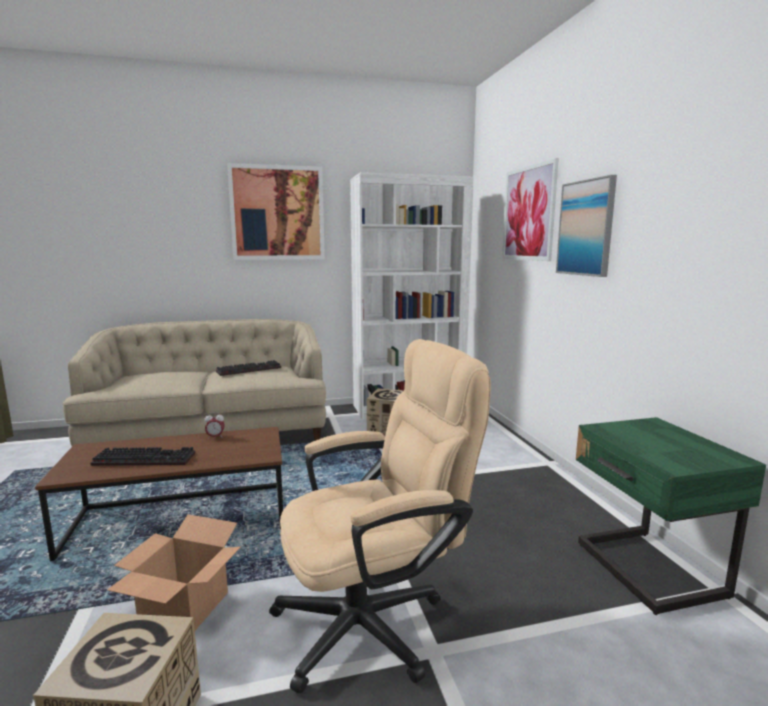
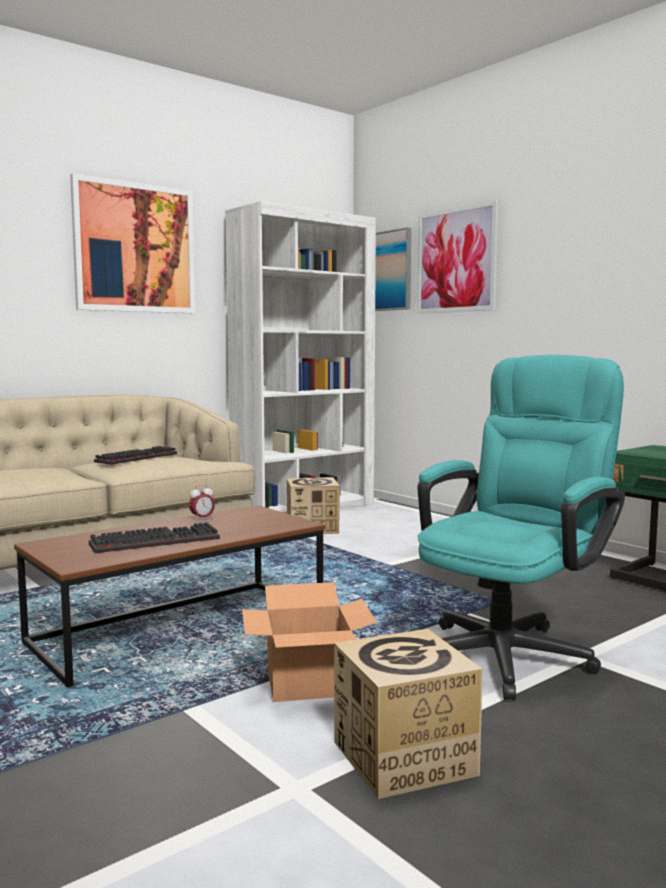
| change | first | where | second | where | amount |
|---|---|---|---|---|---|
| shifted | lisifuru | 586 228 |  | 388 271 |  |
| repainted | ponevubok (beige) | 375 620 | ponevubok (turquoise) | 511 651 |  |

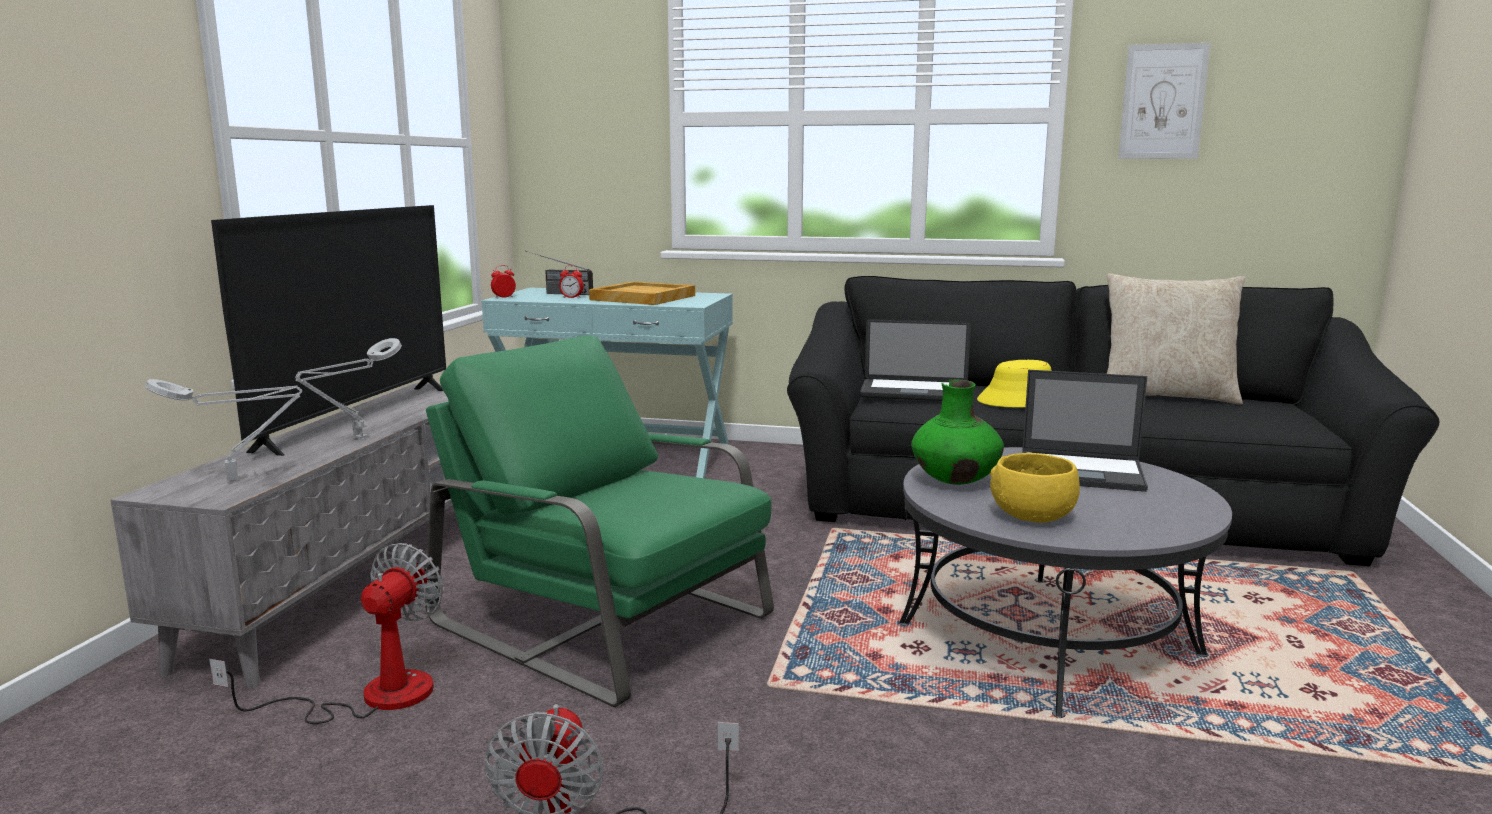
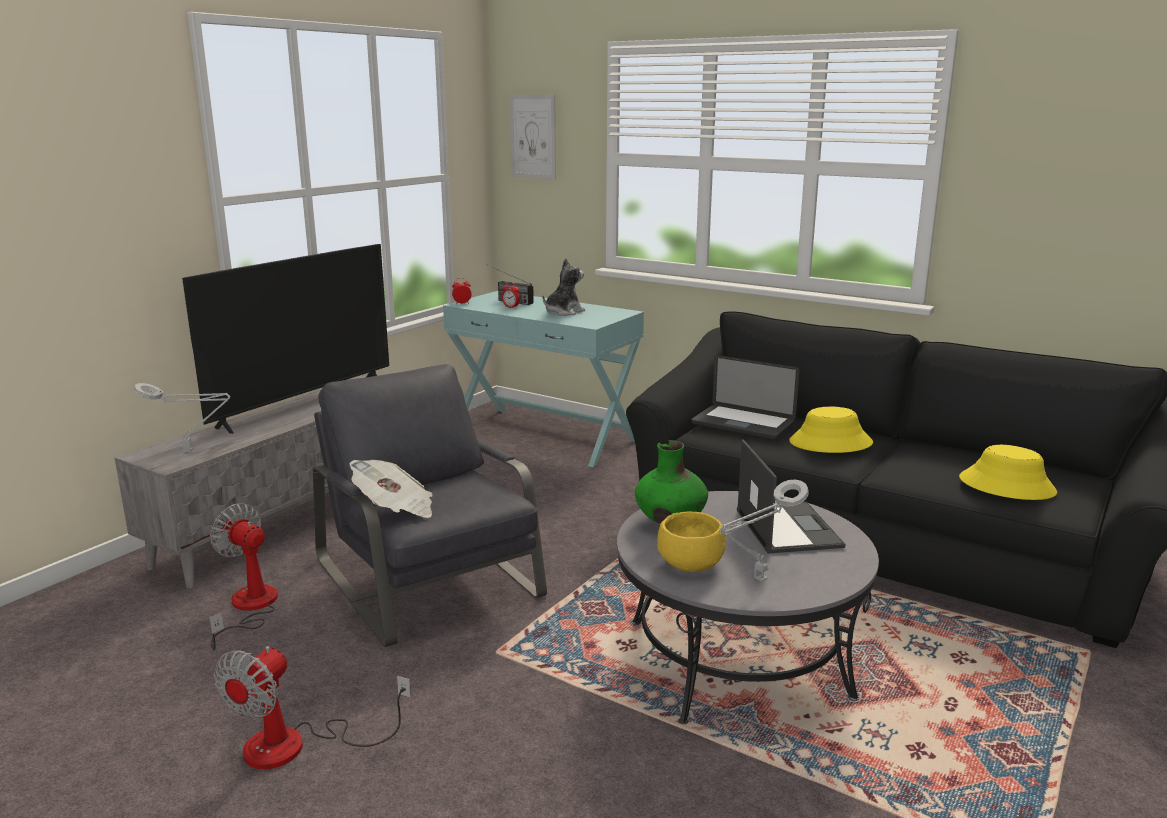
| change | first | where | second | where | amount |
|---|---|---|---|---|---|
| rotated | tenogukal | 371 697 |  | 249 608 | 90 degrees counterclockwise |
| repainted | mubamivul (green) | 606 619 | mubamivul (grey) | 429 578 |  |
| new |  |  | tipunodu | 395 509 |  |
| shifted | lisifuru | 1163 102 |  | 533 136 |  |
| swapped | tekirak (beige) | 642 298 | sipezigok | 563 312 |  |
| shifted | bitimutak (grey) | 357 439 |  | 758 580 |  |
| rotated | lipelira | 1082 472 |  | 787 527 | 135 degrees counterclockwise |
| new |  |  | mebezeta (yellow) | 1007 485 |  |
| gone | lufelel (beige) | 1166 396 |  |  |  |

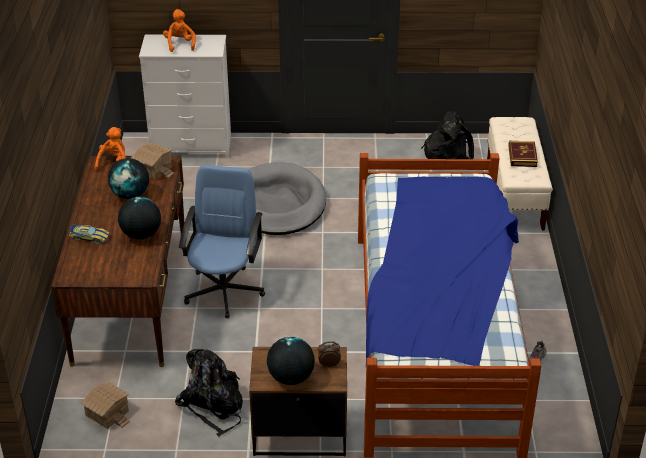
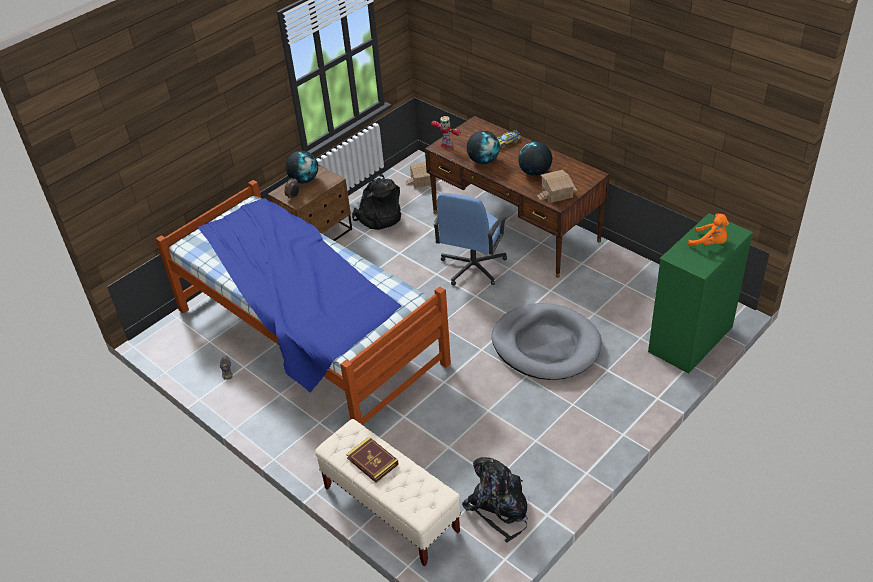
| change | first | where | second | where | amount |
|---|---|---|---|---|---|
| new |  |  | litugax | 446 145 |  |
| rotated | ponevubok (blue) | 224 290 |  | 472 267 | 60 degrees clockwise |
| repainted | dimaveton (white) | 192 145 | dimaveton (green) | 690 339 |  |
| gone | sipezigok (orange) | 114 163 |  |  |  |

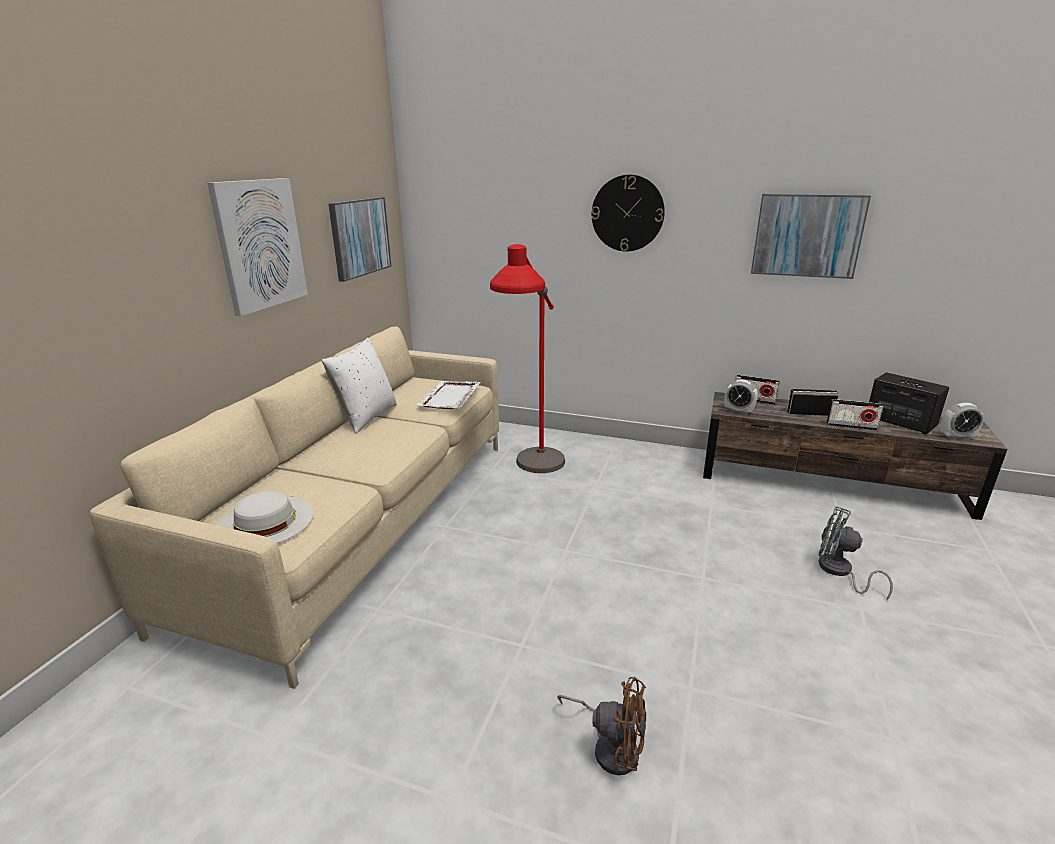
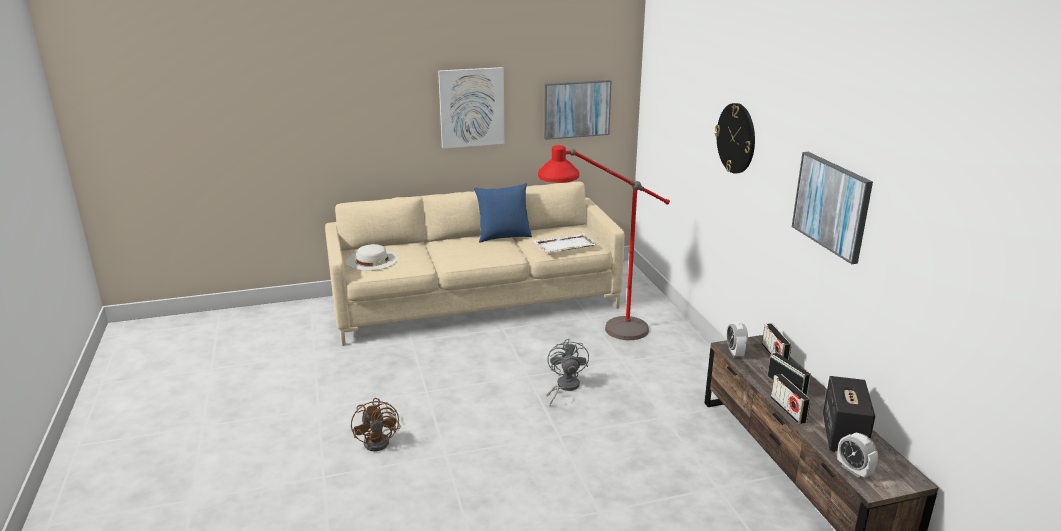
| change | first | where | second | where | amount |
|---|---|---|---|---|---|
| repainted | lufelel (white) | 366 417 | lufelel (blue) | 503 236 |  |
| shifted | tenogukal (grey) | 839 572 |  | 564 387 |  |

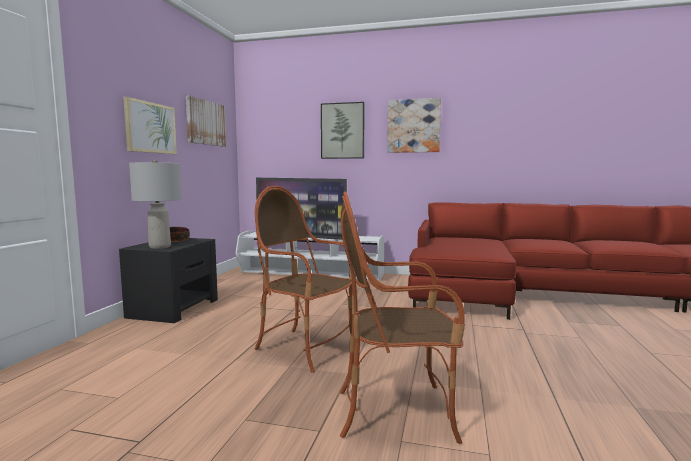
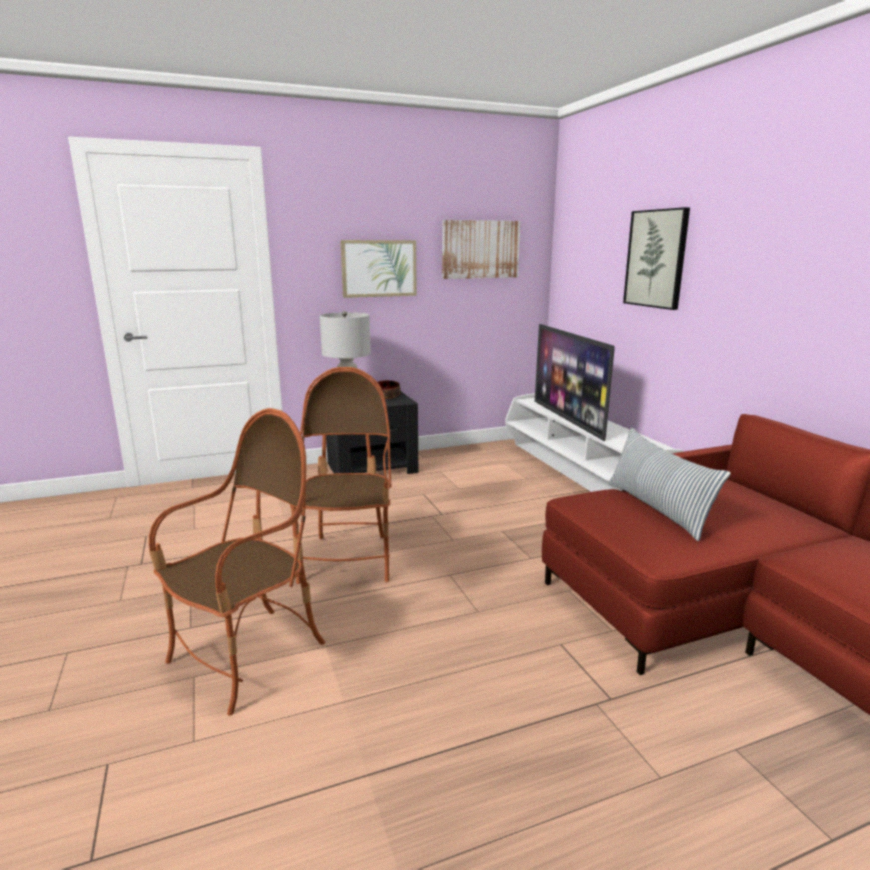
| change | first | where | second | where | amount |
|---|---|---|---|---|---|
| rotated | mubamivul | 396 411 |  | 248 657 | 75 degrees clockwise |
| new |  |  | lufelel | 657 509 |  |
| gone | lisifuru | 413 126 |  |  |  |

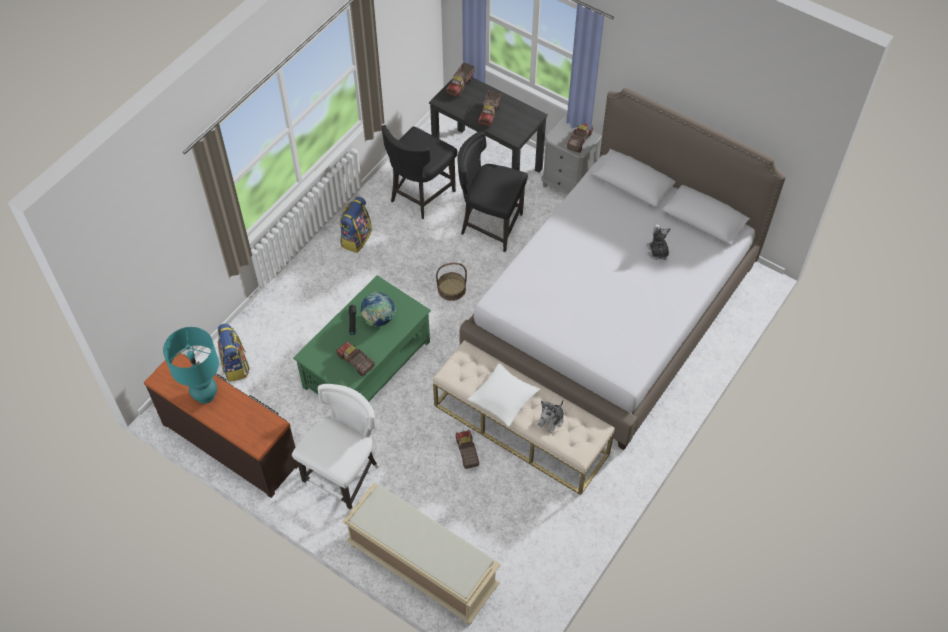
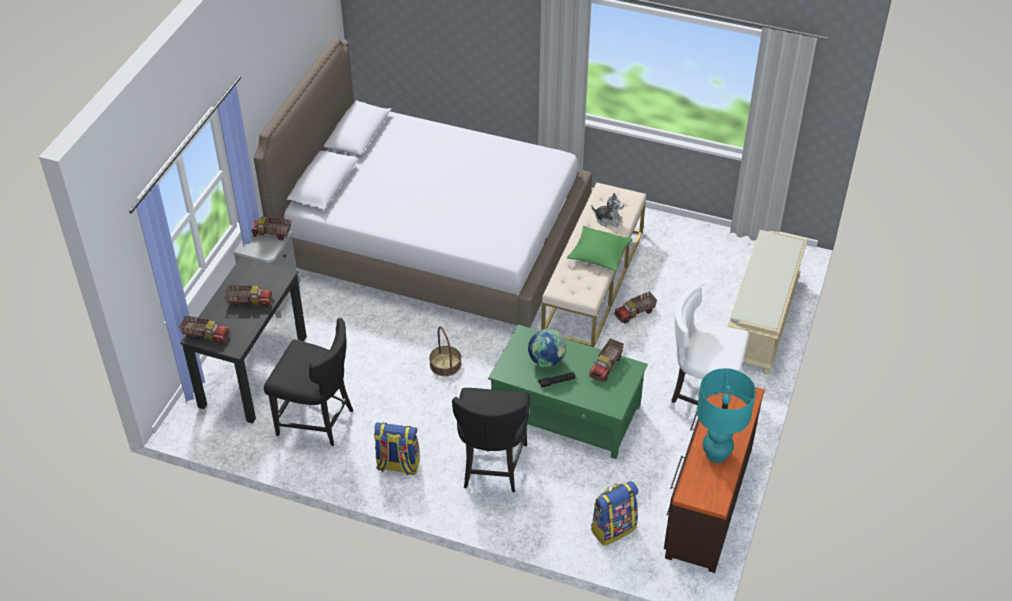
| change | first | where | second | where | amount |
|---|---|---|---|---|---|
| shifted | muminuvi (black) | 490 225 |  | 492 466 |  |
| repainted | lufelel (white) | 503 398 | lufelel (green) | 599 254 |  |
| gone | sipezigok | 657 252 |  |  |  |

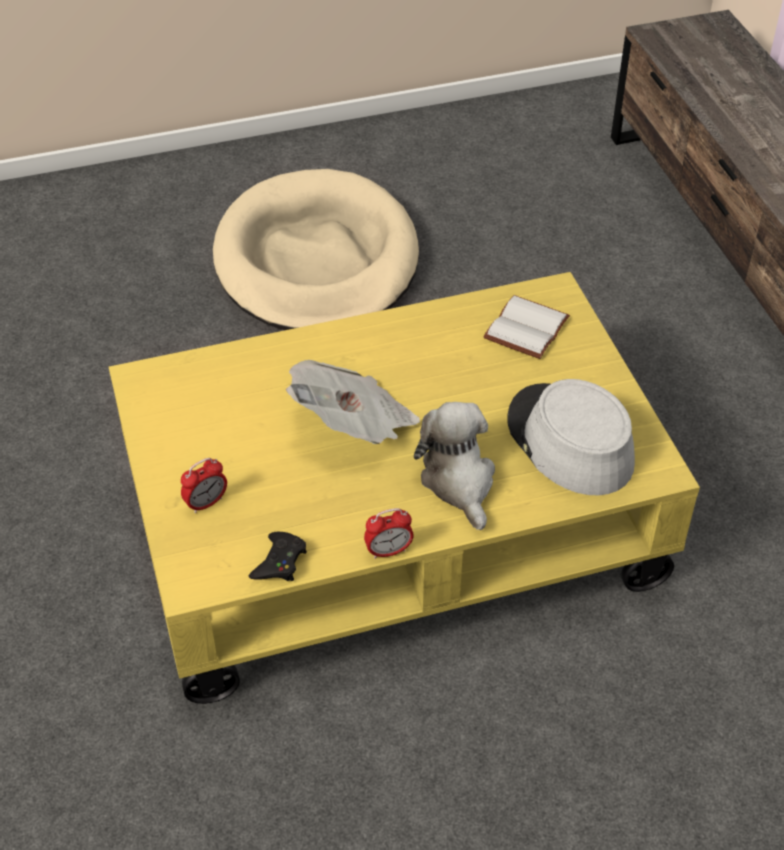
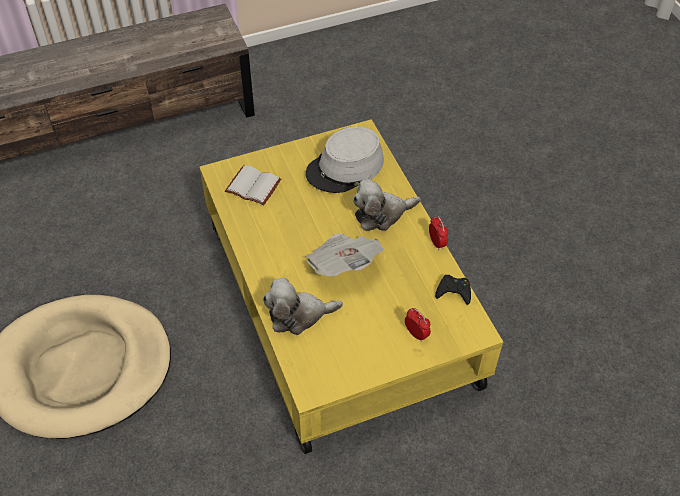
| change | first | where | second | where | amount |
|---|---|---|---|---|---|
| new |  |  | sipezigok | 298 315 |  |

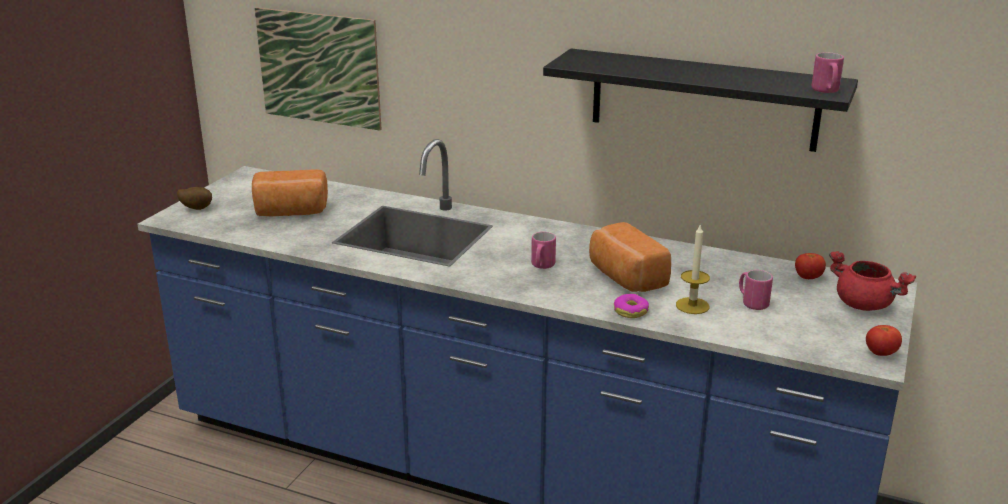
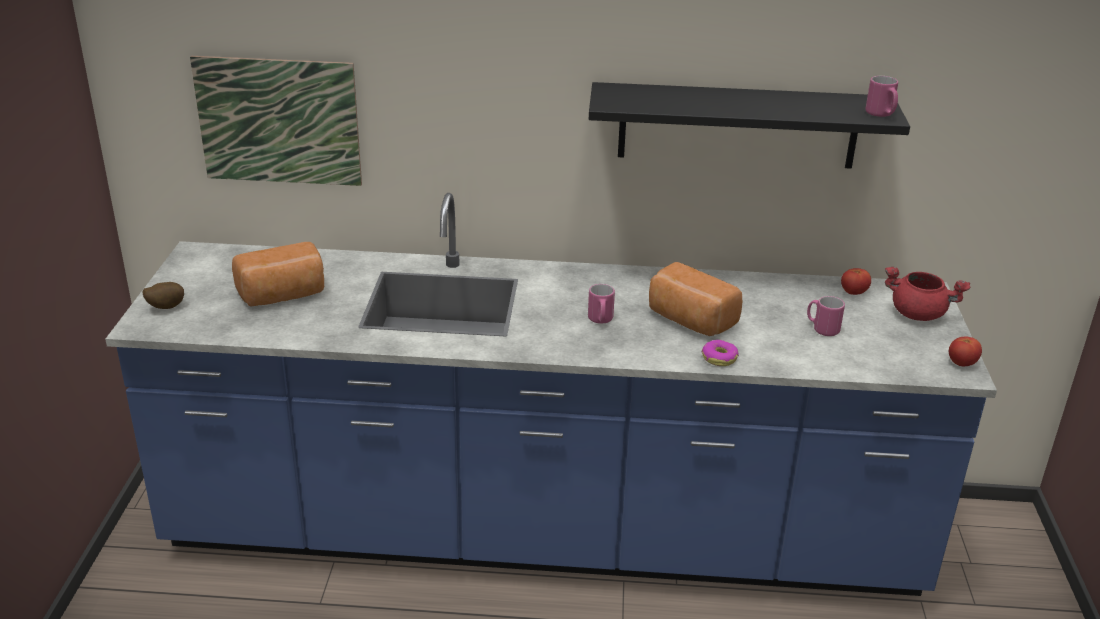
| change | first | where | second | where | amount |
|---|---|---|---|---|---|
| gone | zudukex | 692 306 |  |  |  |

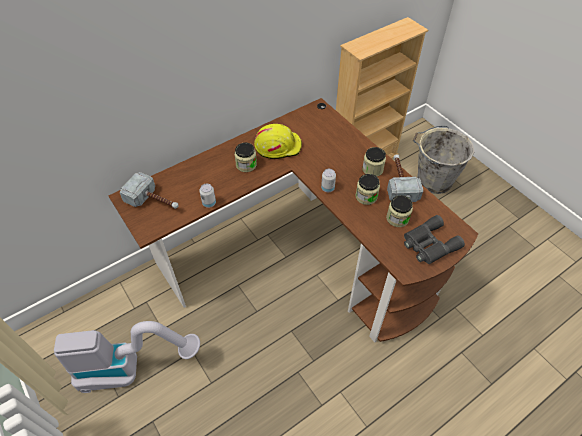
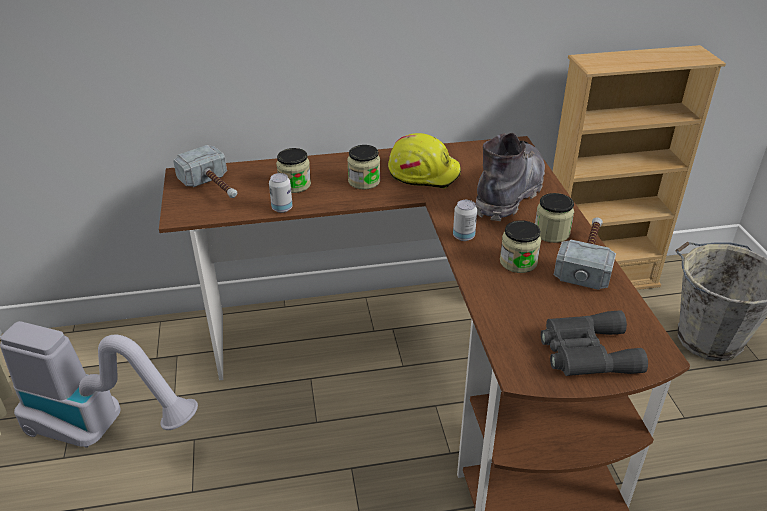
| change | first | where | second | where | amount |
|---|---|---|---|---|---|
| shifted | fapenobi | 397 218 |  | 294 185 |  |
| new |  |  | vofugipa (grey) | 509 194 |  |

